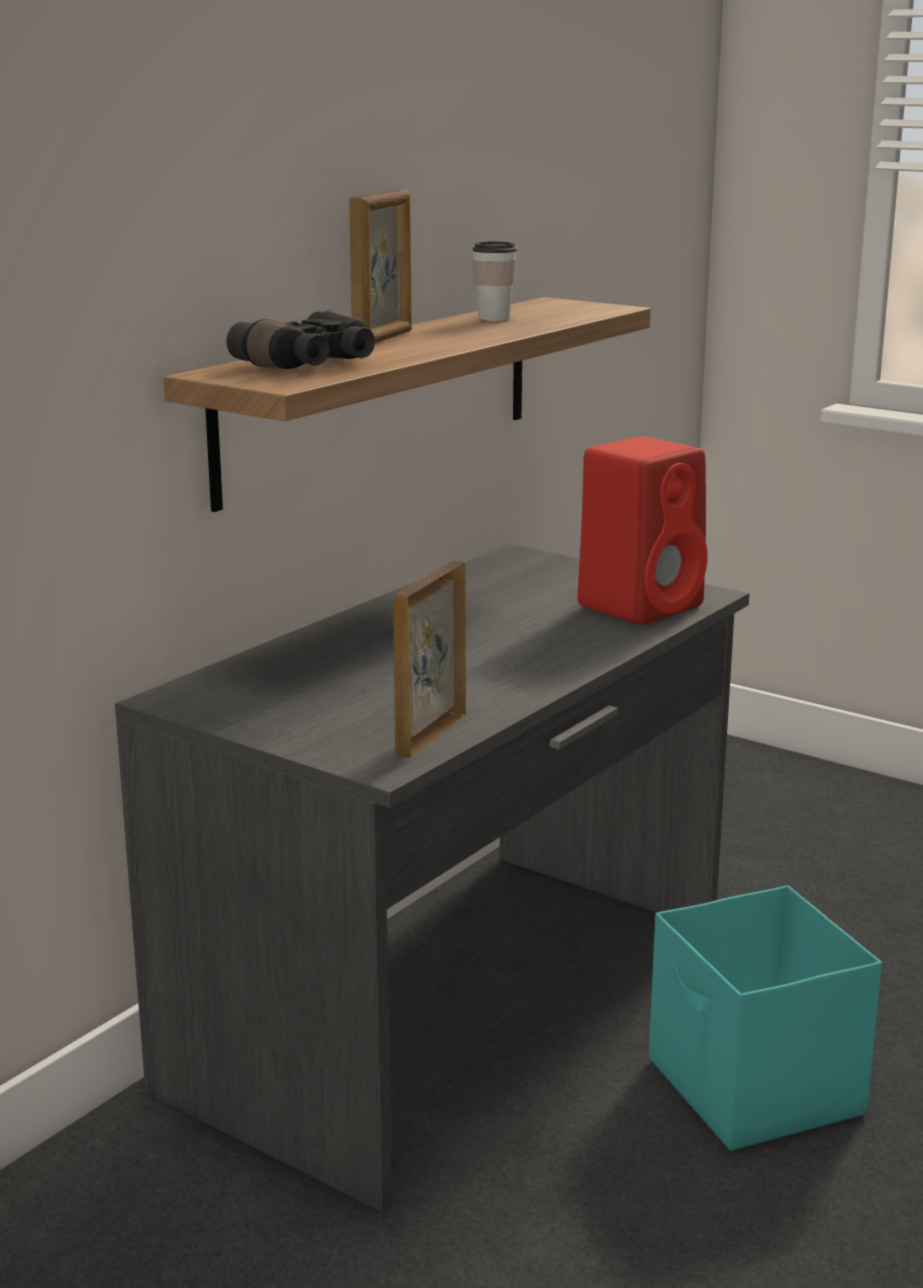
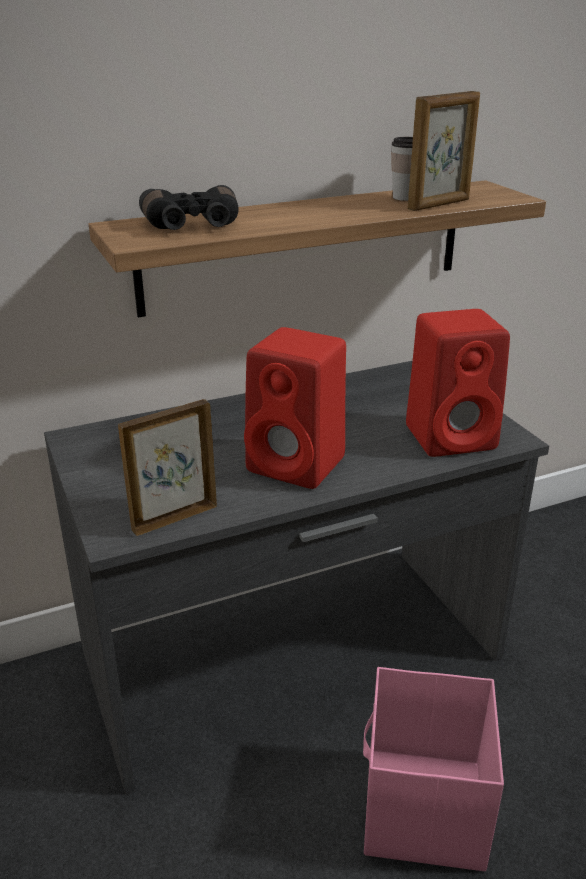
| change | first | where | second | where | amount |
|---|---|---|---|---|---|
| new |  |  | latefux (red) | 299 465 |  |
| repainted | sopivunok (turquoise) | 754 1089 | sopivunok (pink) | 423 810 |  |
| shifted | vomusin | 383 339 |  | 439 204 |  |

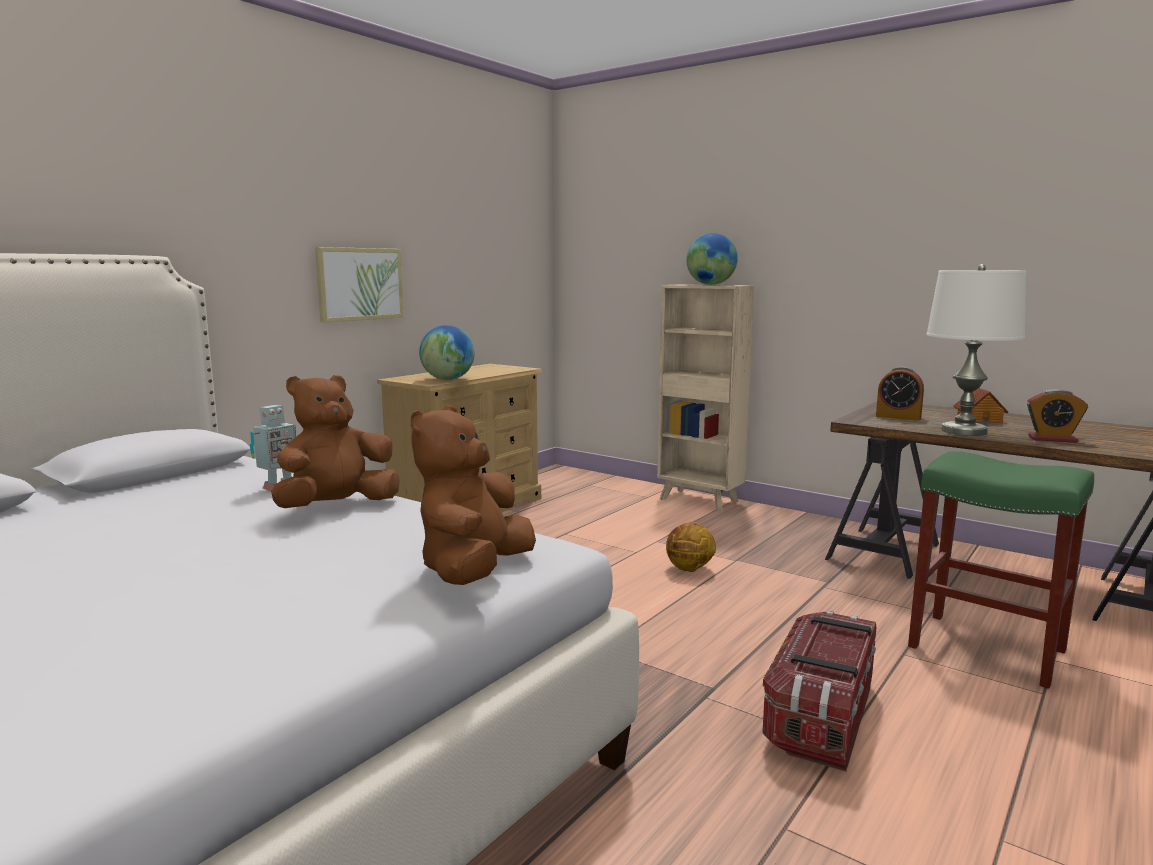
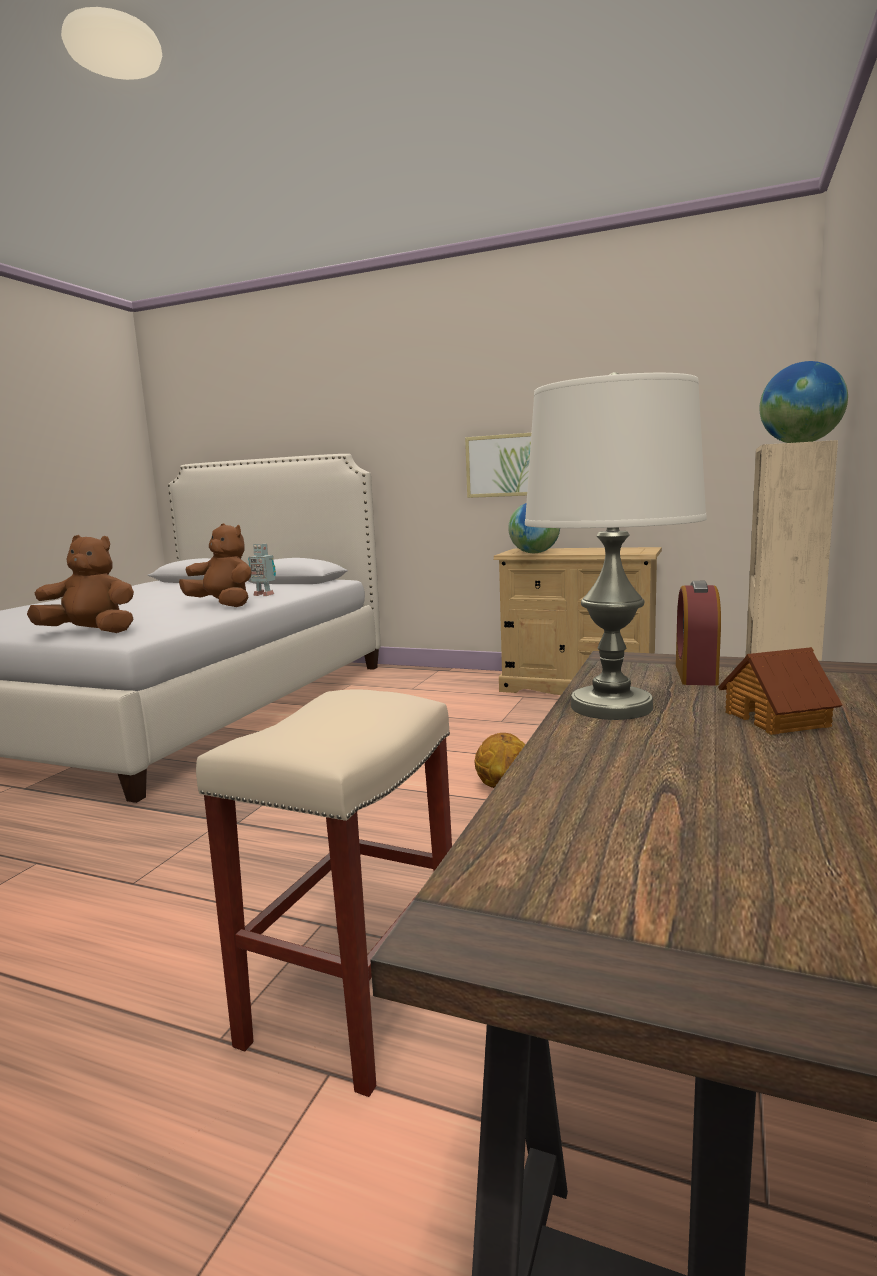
| change | first | where | second | where | amount |
|---|---|---|---|---|---|
| repainted | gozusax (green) | 984 648 | gozusax (beige) | 354 996 |  |
| gone | sopivunok | 820 717 |  |  |  |
| gone | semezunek | 1052 439 |  |  |  |

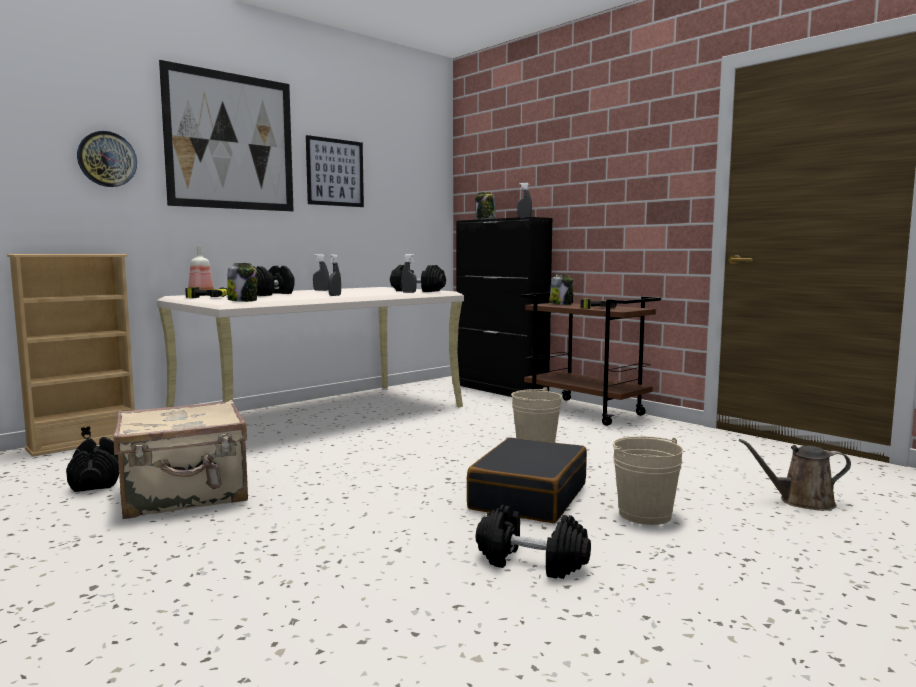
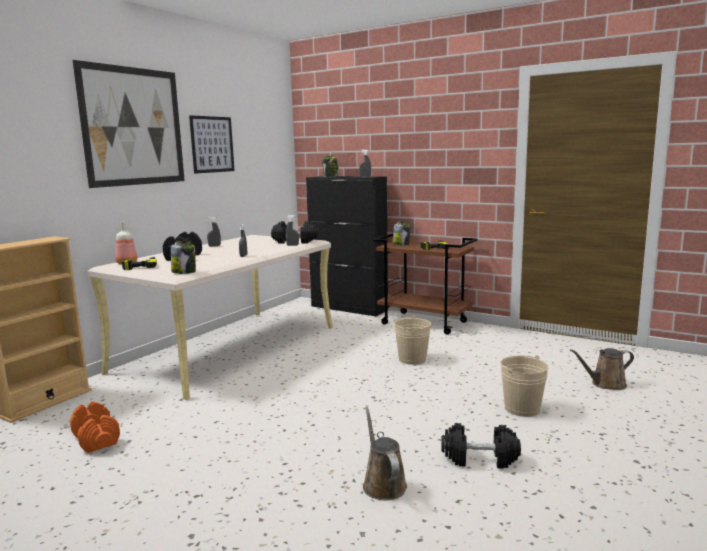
| change | first | where | second | where | amount |
|---|---|---|---|---|---|
| repainted | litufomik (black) | 96 481 | litufomik (orange) | 96 439 |  |
| new |  |  | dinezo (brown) | 383 484 |  |
| gone | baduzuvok | 107 159 |  |  |  |
| gone | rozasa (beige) | 185 496 |  |  |  |
| gone | rozasa (black) | 528 496 |  |  |  |

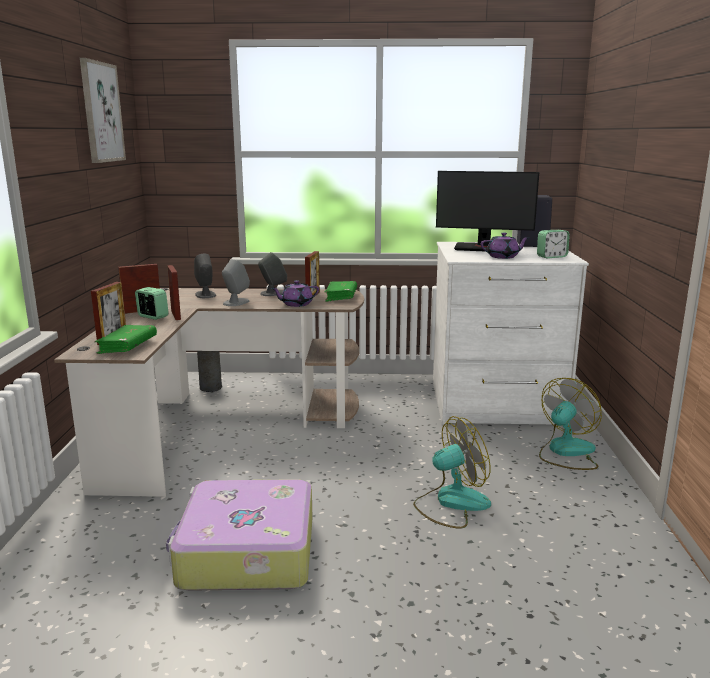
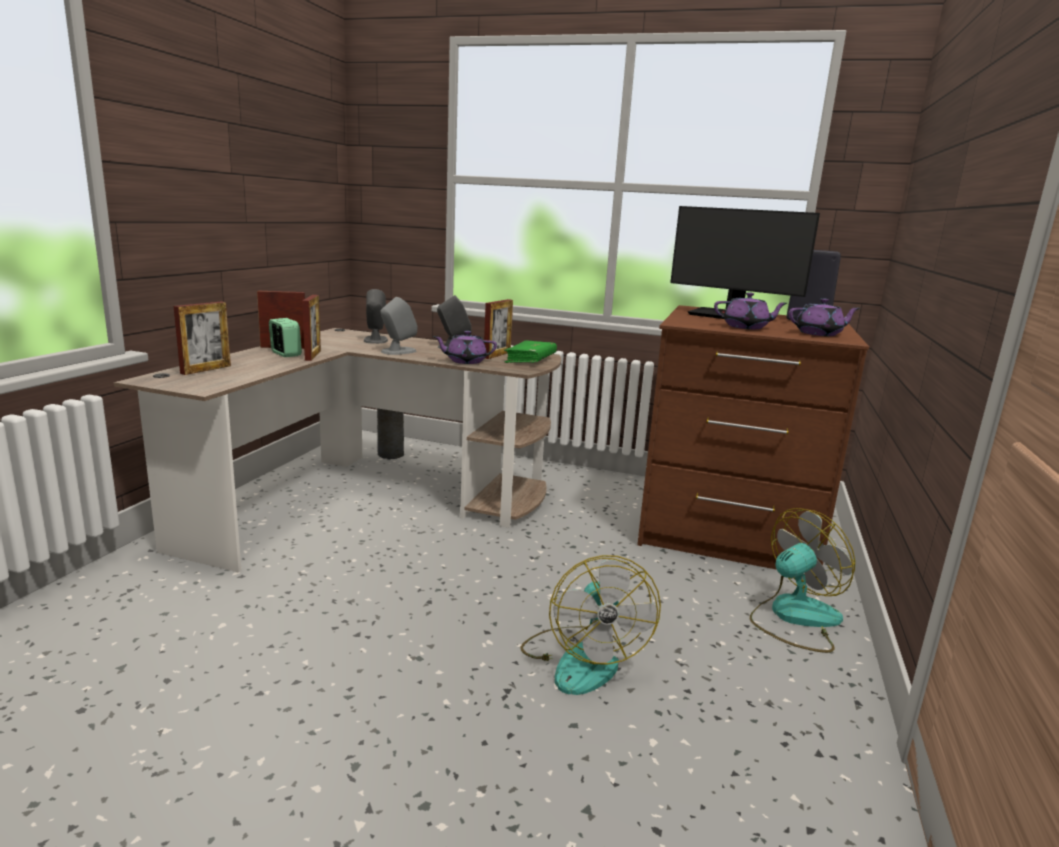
| change | first | where | second | where | amount |
|---|---|---|---|---|---|
| rotated | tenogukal | 451 503 |  | 582 659 | 90 degrees clockwise |
| repainted | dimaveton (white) | 496 404 | dimaveton (brown) | 728 531 |  |
| swapped | semezunek | 551 256 | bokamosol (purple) | 819 334 |  |
| gone | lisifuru | 101 112 |  |  |  |
| gone | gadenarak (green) | 127 346 |  |  |  |
| gone | rozasa | 246 552 |  |  |  |

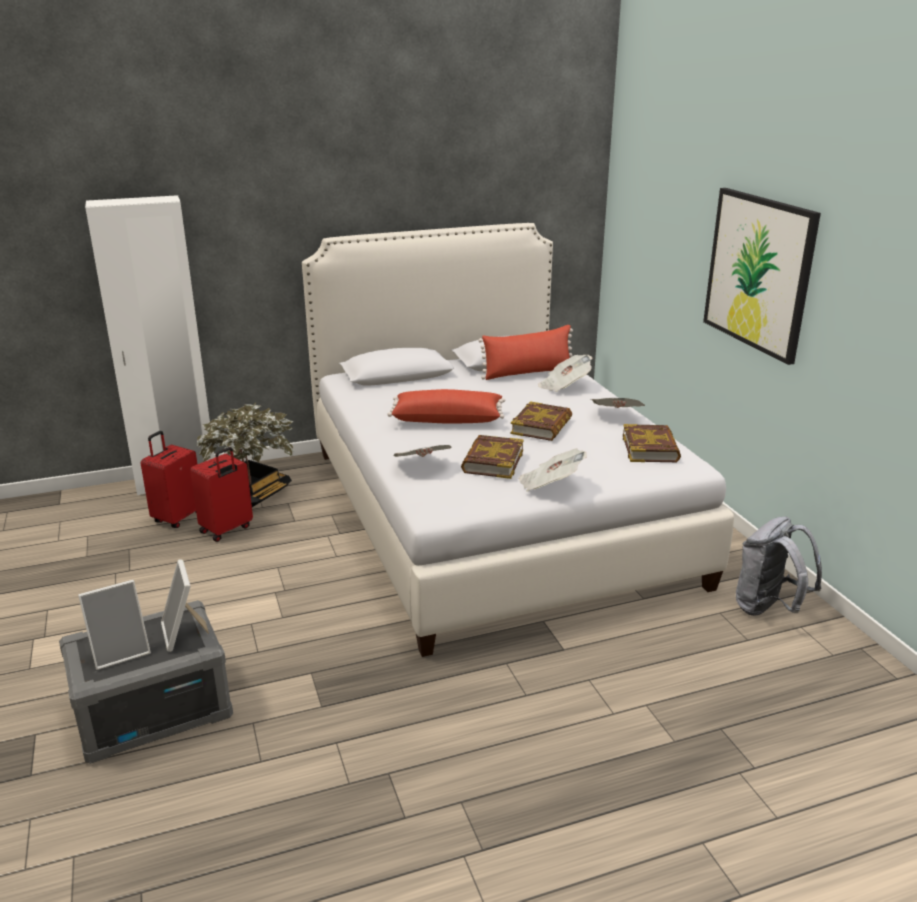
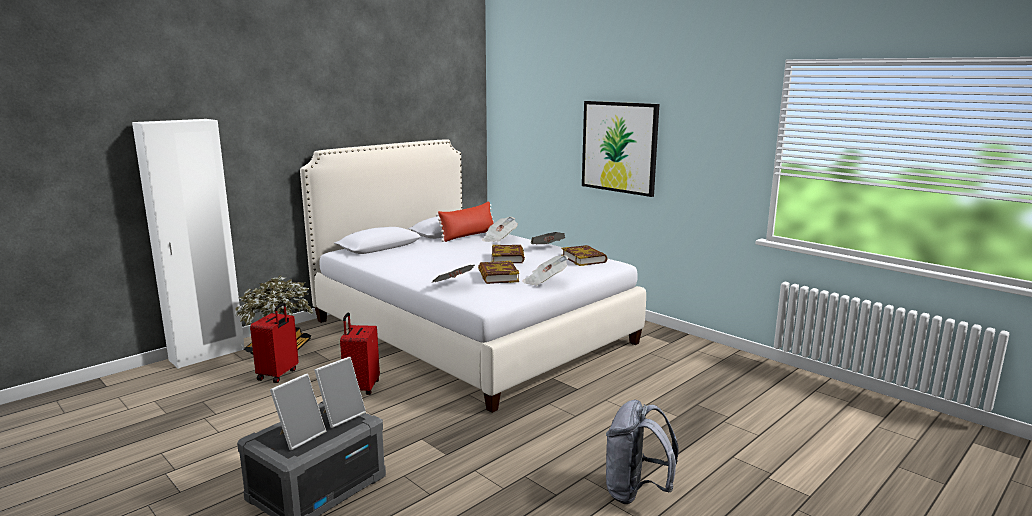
| change | first | where | second | where | amount |
|---|---|---|---|---|---|
| rotated | vomusin | 184 633 |  | 341 415 | 90 degrees counterclockwise |
| shifted | rozasa (red) | 177 517 |  | 361 388 |  |
| shifted | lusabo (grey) | 768 608 |  | 636 492 |  |
| gone | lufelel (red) | 447 419 |  |  |  |

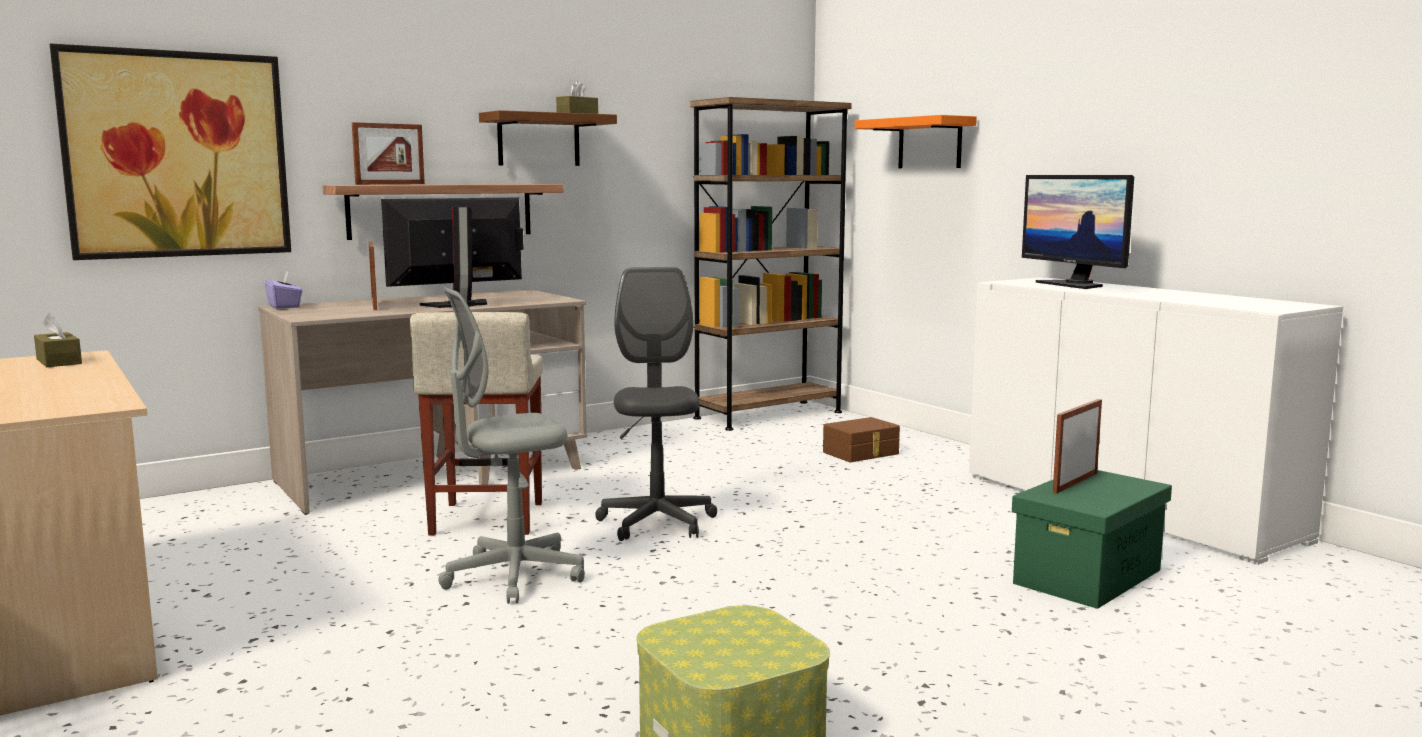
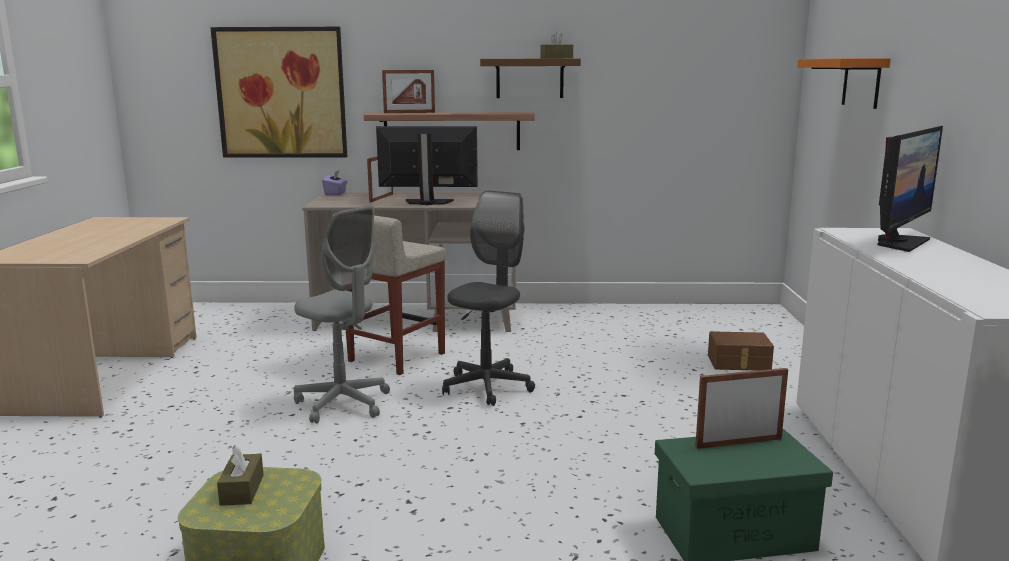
| change | first | where | second | where | amount |
|---|---|---|---|---|---|
| shifted | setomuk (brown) | 59 361 |  | 242 490 |  |
| rotated | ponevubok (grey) | 513 577 |  | 343 404 | 150 degrees counterclockwise |
| rotated | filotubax | 1074 285 |  | 899 242 | 150 degrees counterclockwise |
| gone | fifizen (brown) | 768 415 |  |  |  |

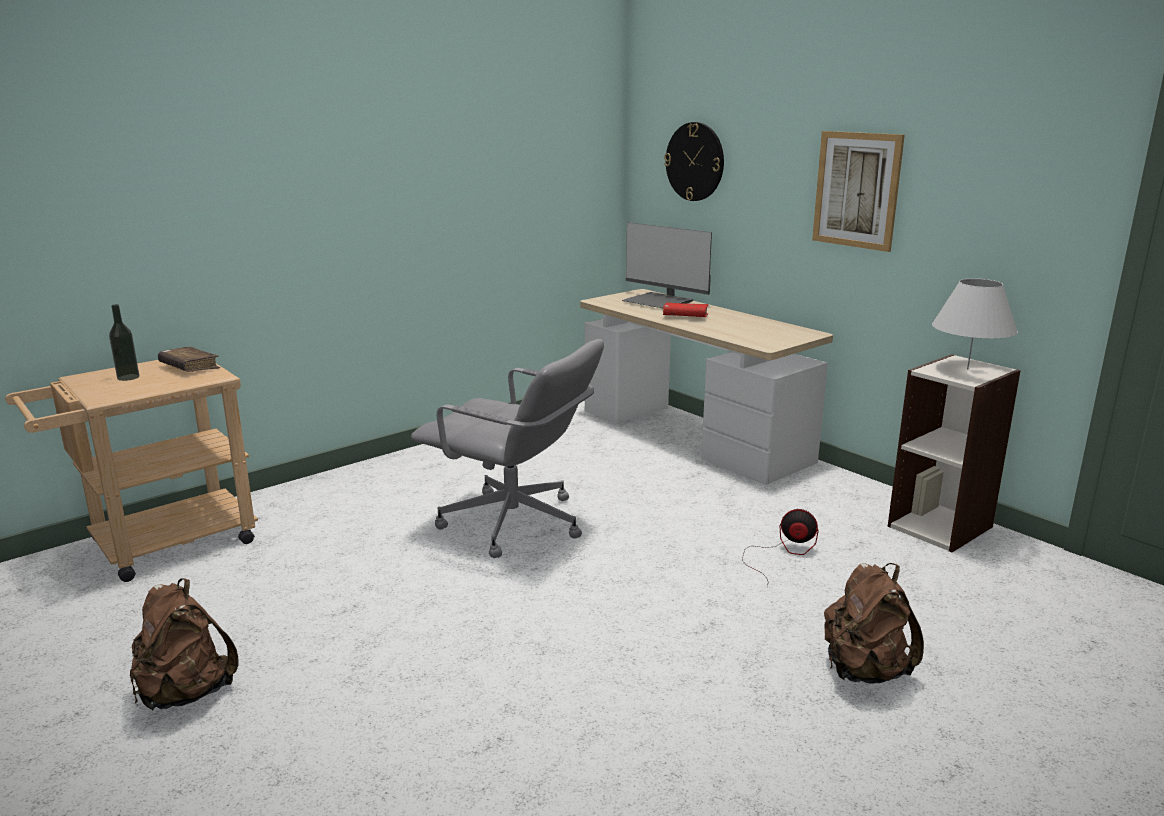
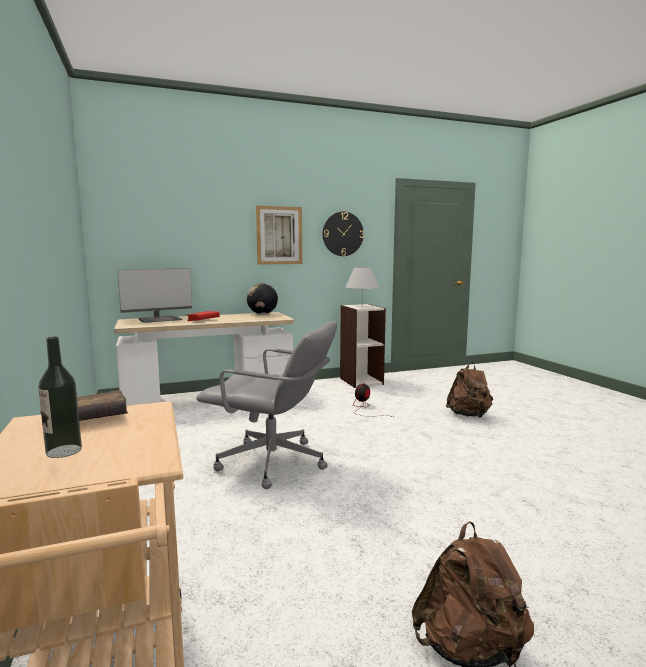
| change | first | where | second | where | amount |
|---|---|---|---|---|---|
| rotated | ponevubok (grey) | 513 524 |  | 273 463 | 60 degrees clockwise |
| new |  |  | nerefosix | 262 314 |  |
| shifted | baduzuvok | 695 161 |  | 342 234 |  |

